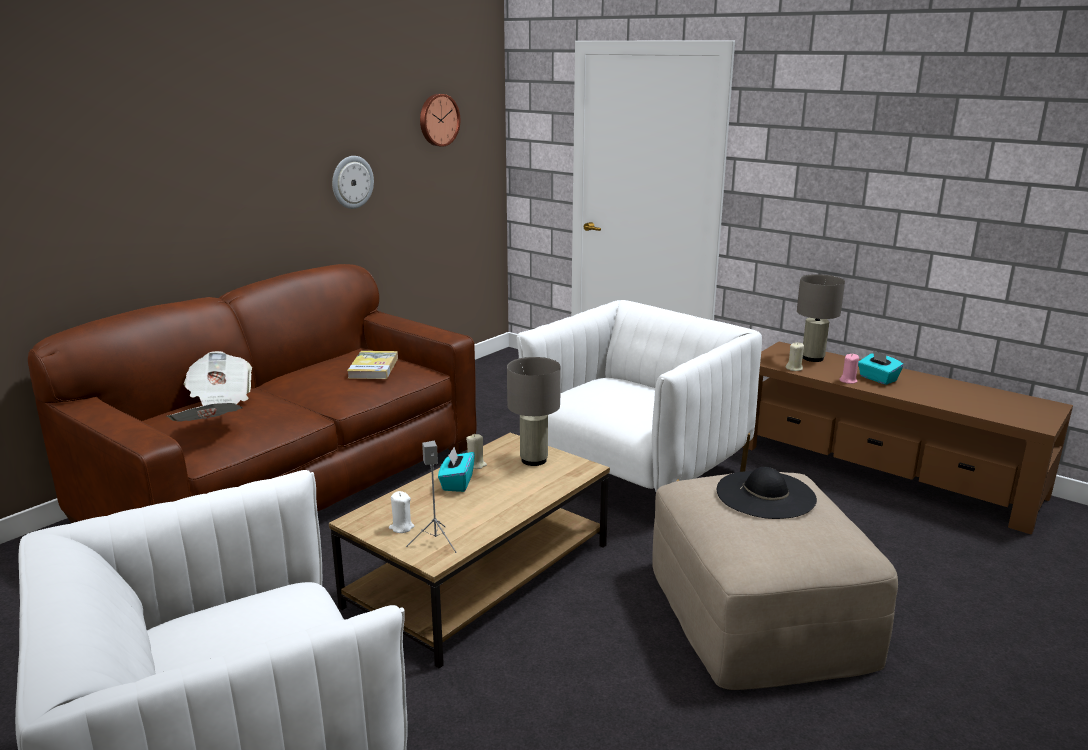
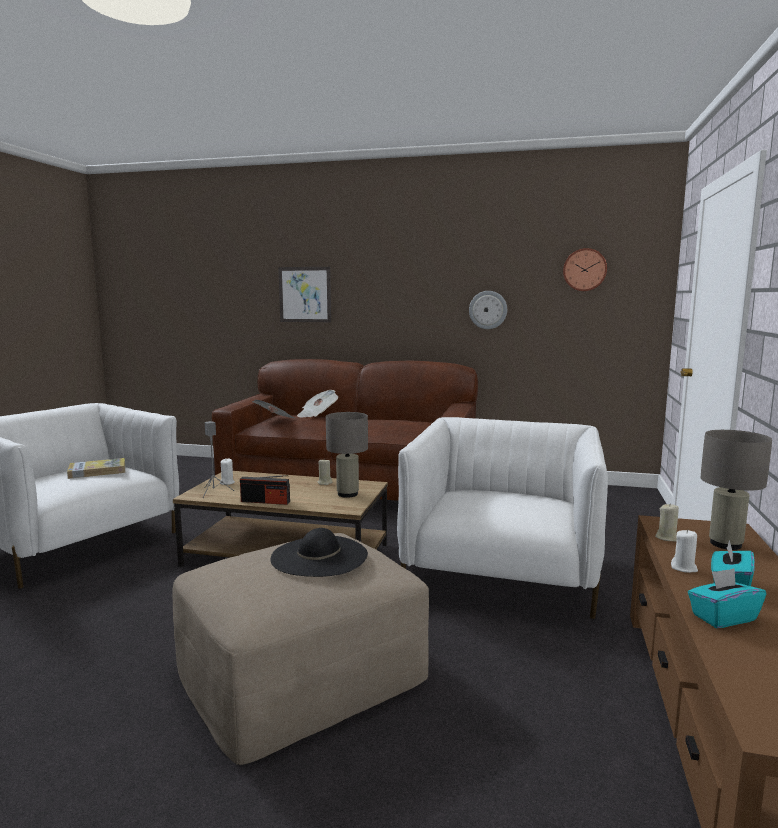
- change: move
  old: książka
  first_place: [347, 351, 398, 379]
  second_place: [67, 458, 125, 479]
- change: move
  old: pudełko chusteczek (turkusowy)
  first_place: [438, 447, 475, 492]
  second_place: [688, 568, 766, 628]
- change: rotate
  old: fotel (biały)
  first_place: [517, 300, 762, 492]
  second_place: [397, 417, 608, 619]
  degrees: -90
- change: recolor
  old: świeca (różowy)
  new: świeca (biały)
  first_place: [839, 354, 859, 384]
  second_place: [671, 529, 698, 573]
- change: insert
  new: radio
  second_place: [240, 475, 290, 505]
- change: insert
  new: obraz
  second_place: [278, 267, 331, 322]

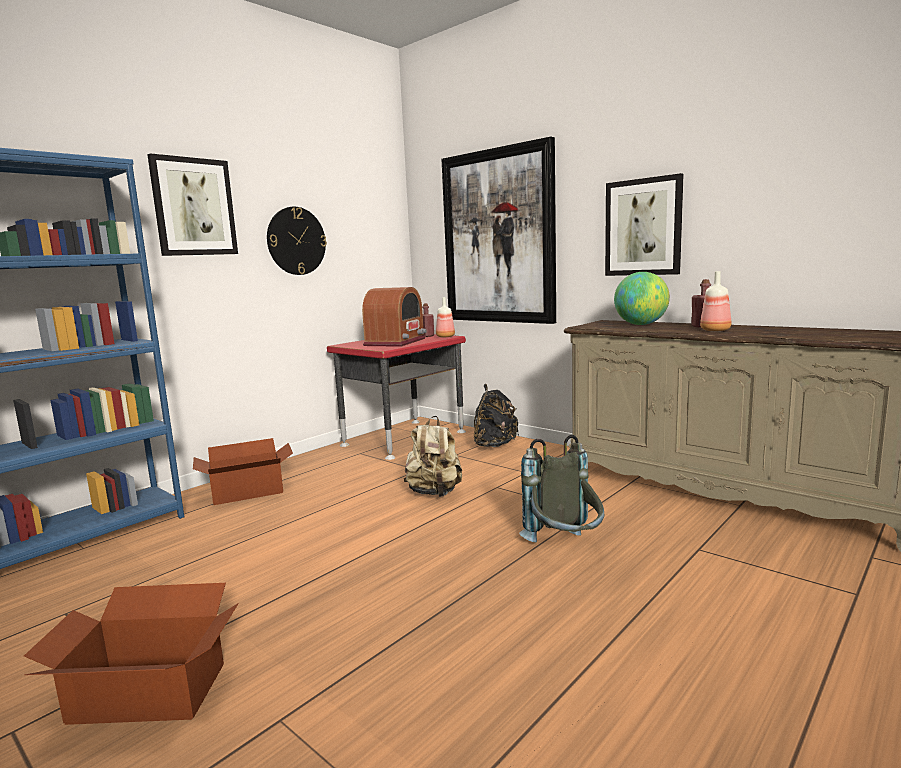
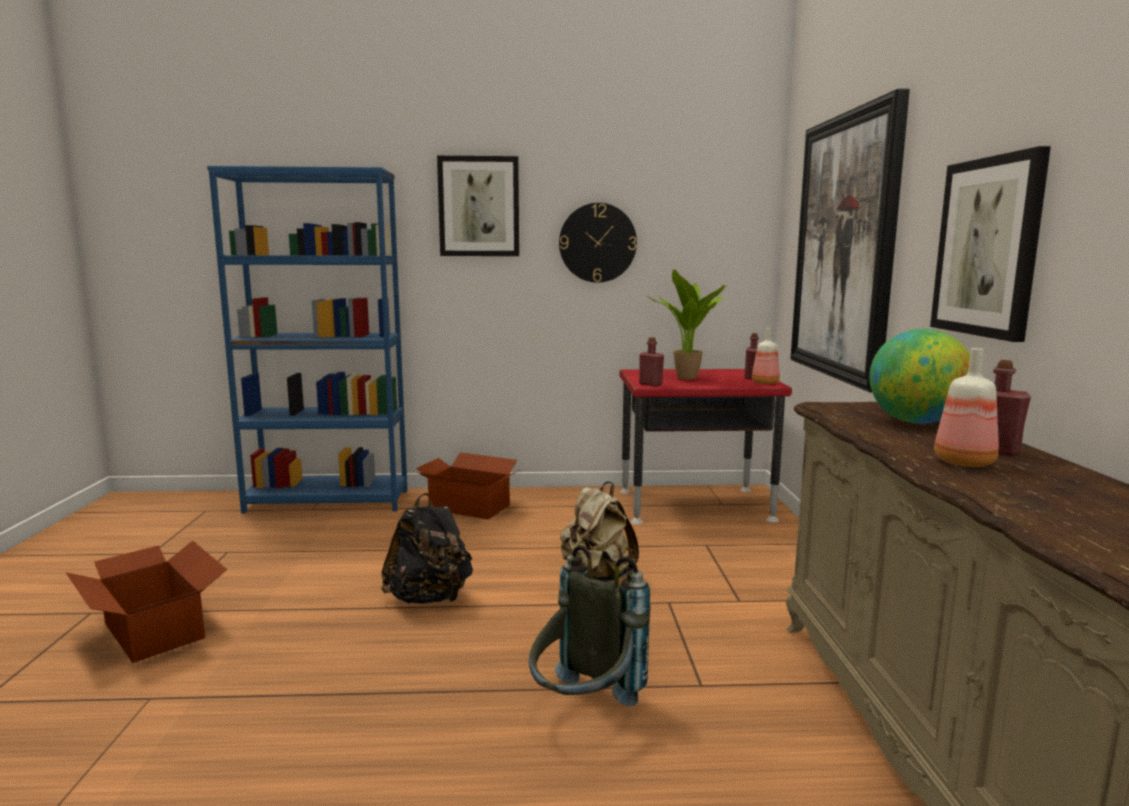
- change: replace
  old: radio
  new: roślina doniczkowa
  first_place: [362, 287, 427, 347]
  second_place: [647, 269, 728, 380]
- change: move
  old: plecak (czarny)
  first_place: [474, 384, 519, 447]
  second_place: [381, 493, 473, 604]
- change: insert
  new: butelka (czerwony)
  second_place: [639, 337, 664, 387]

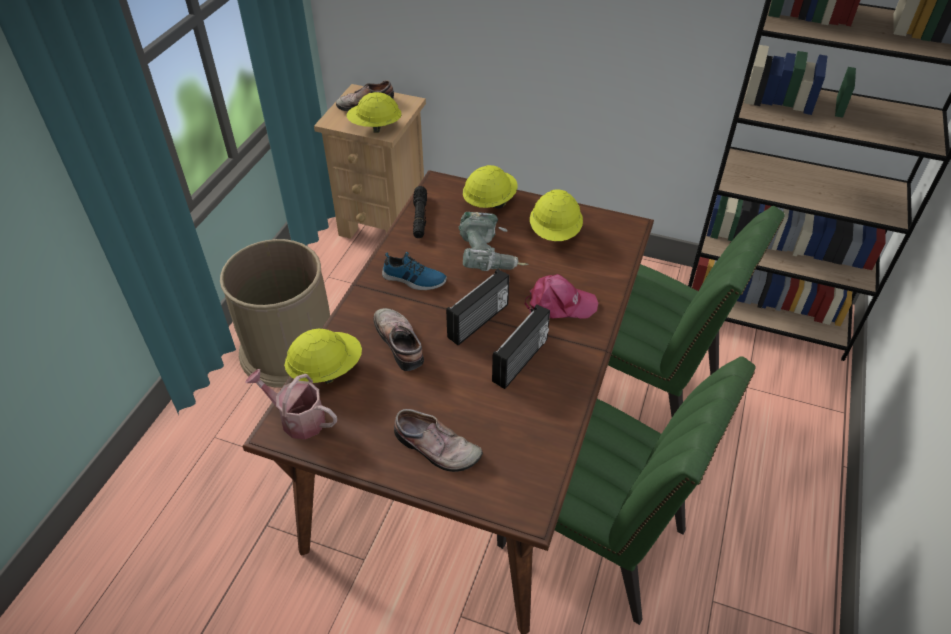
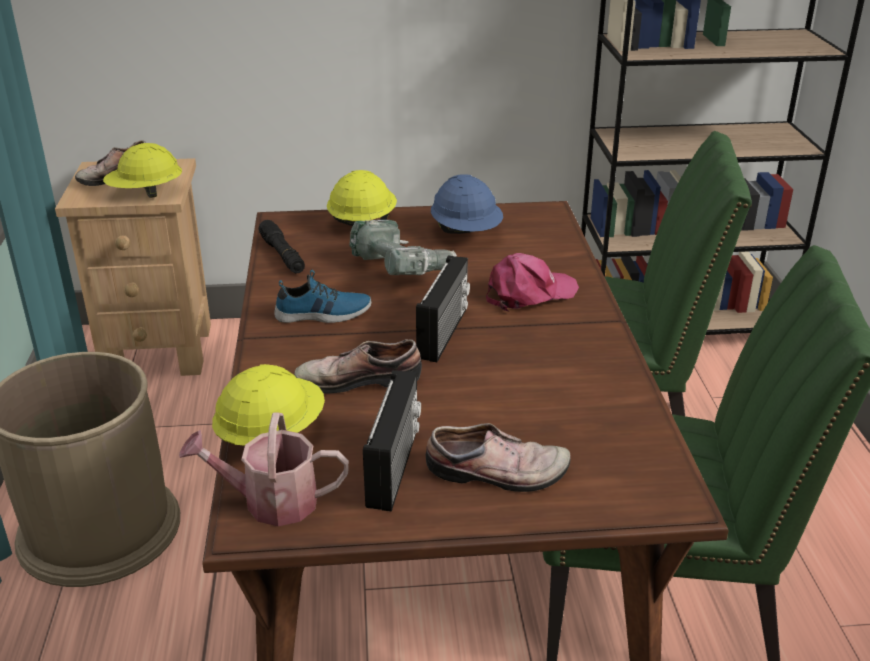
- change: rotate
  old: but
  first_place: [374, 308, 424, 371]
  second_place: [294, 339, 422, 394]
  degrees: -45
- change: move
  old: radio
  first_place: [492, 305, 550, 389]
  second_place: [363, 370, 421, 512]
- change: recolor
  old: kask (żółty)
  new: kask (niebieski)
  first_place: [530, 190, 583, 241]
  second_place: [431, 174, 503, 234]

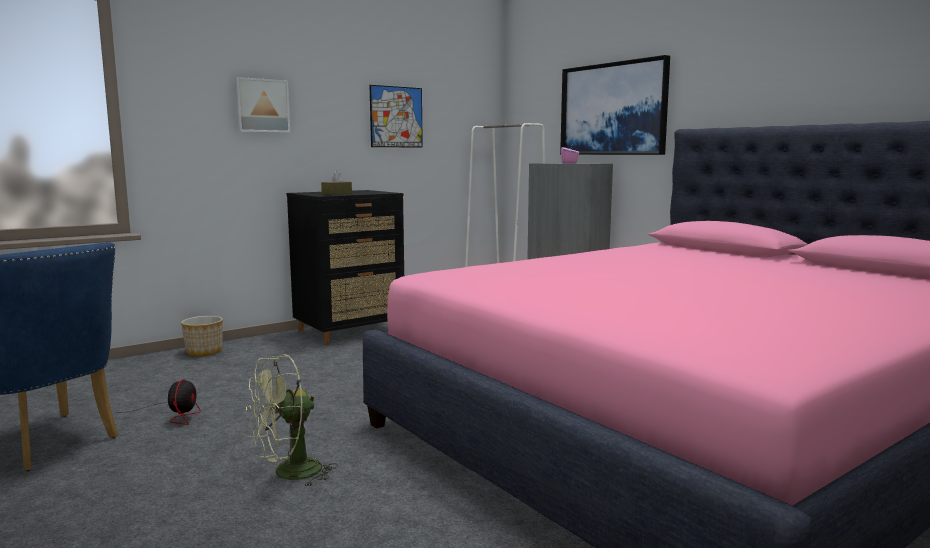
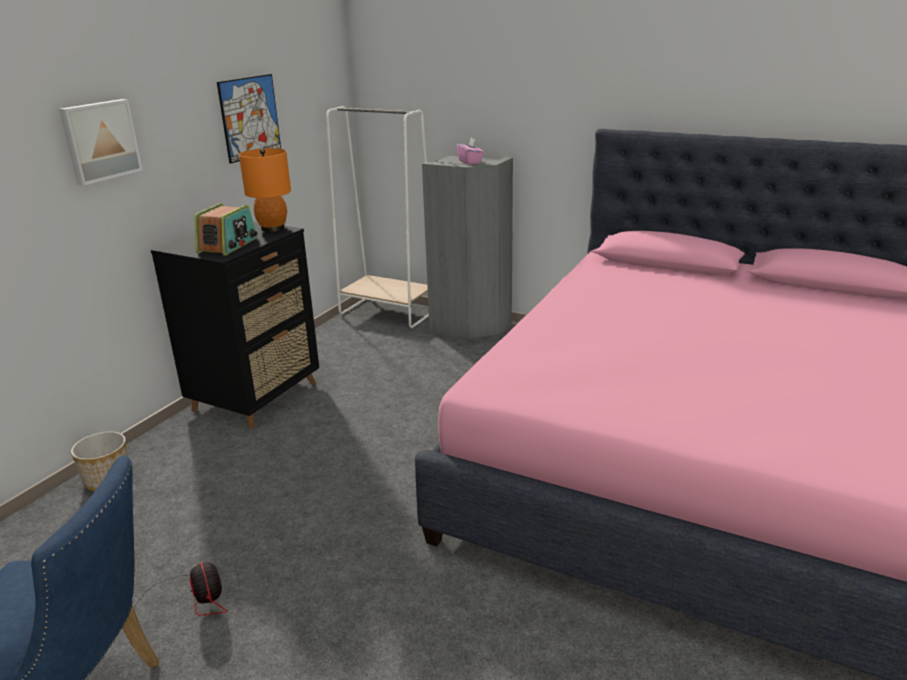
- change: delete
  old: wentylator (zielony)
  first_place: [246, 354, 338, 488]
- change: replace
  old: pudełko chusteczek (brązowy)
  new: radio
  first_place: [321, 171, 352, 195]
  second_place: [195, 203, 257, 256]
- change: delete
  old: obraz
  first_place: [560, 55, 670, 155]
- change: insert
  new: lampa stołowa (pomarańczowy)
  second_place: [239, 148, 291, 232]

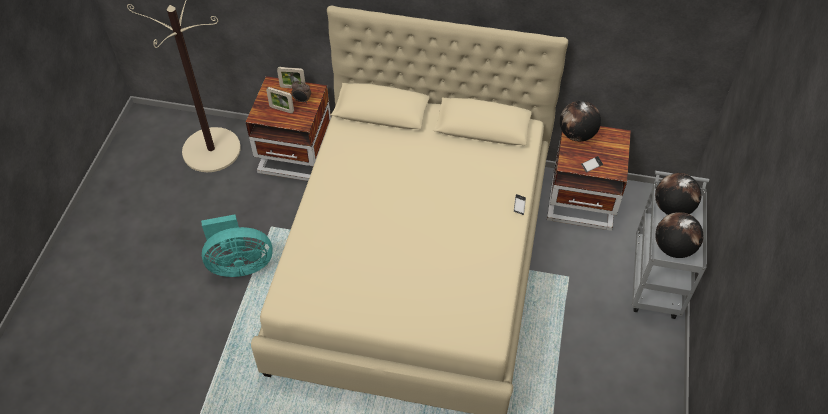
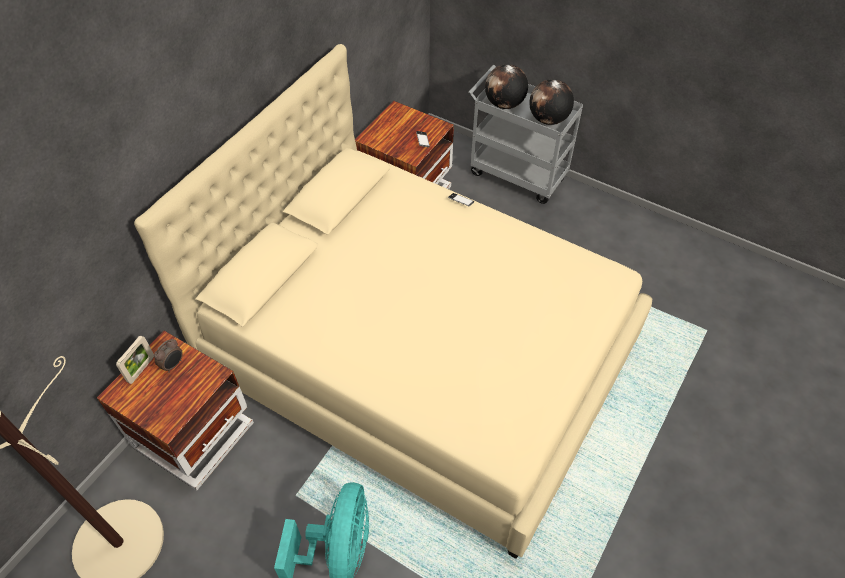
- change: delete
  old: ramka na zdjęcie
  first_place: [266, 87, 294, 114]
- change: delete
  old: globus
  first_place: [560, 101, 601, 142]

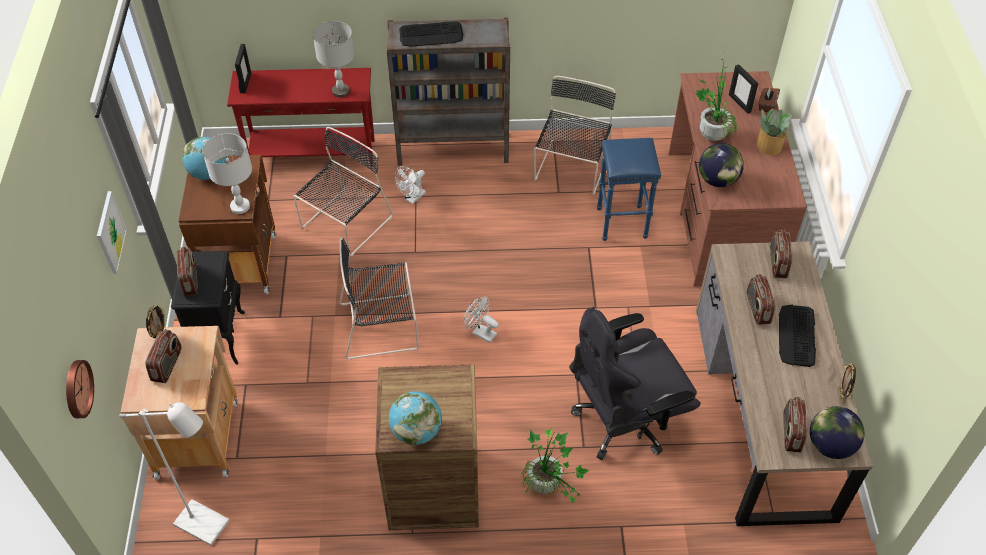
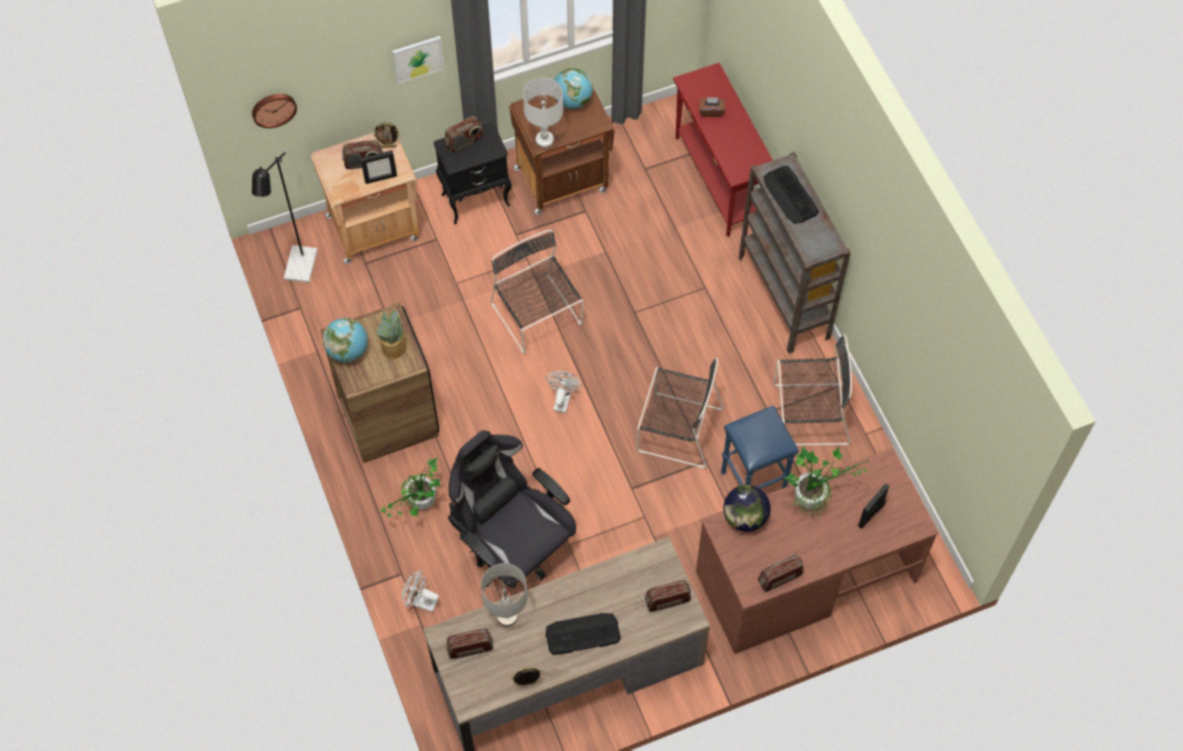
- change: recolor
  old: lampa stojąca (biały)
  new: lampa stojąca (czarny)
  first_place: [119, 402, 230, 546]
  second_place: [252, 149, 317, 283]
- change: move
  old: ramka na zdjęcie
  first_place: [235, 44, 251, 93]
  second_place: [360, 150, 397, 184]
- change: move
  old: krzesło (czarny)
  first_place: [293, 127, 393, 256]
  second_place: [637, 358, 724, 469]
- change: move
  old: lampa stołowa (szary)
  first_place: [313, 21, 355, 97]
  second_place: [481, 563, 528, 626]
- change: move
  old: wentylator (biały)
  first_place: [395, 166, 426, 204]
  second_place: [402, 570, 439, 612]
- change: move
  old: radio
  first_place: [747, 274, 775, 325]
  second_place: [758, 554, 804, 592]
- change: move
  old: roślina doniczkowa
  first_place: [756, 108, 792, 155]
  second_place: [376, 310, 406, 359]
- change: move
  old: pudełko chusteczek (brązowy)
  first_place: [758, 87, 780, 112]
  second_place: [699, 97, 725, 117]
- change: delete
  old: globus
  first_place: [810, 406, 864, 459]

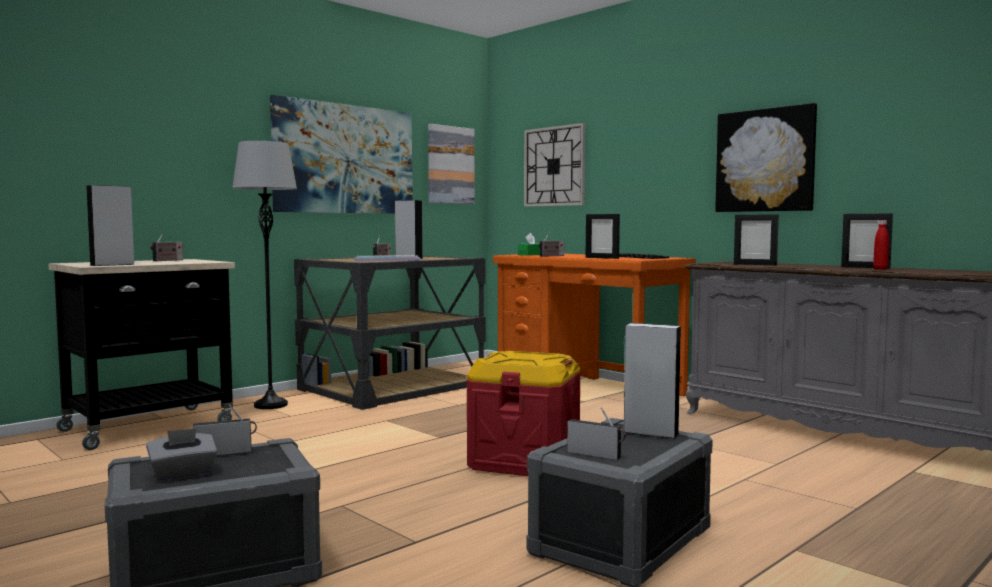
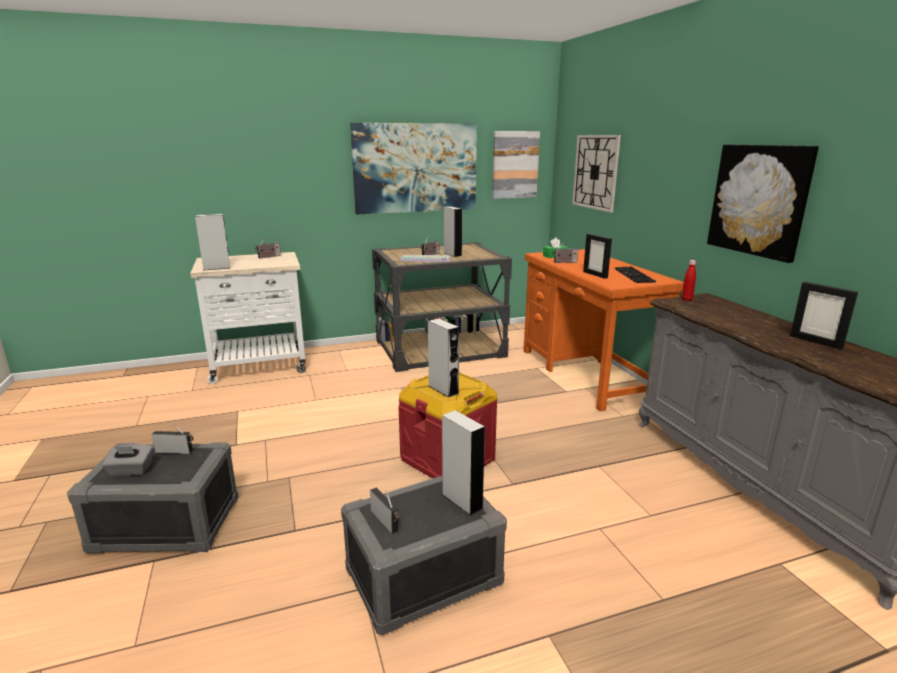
- change: recolor
  old: wózek (czarny)
  new: wózek (biały)
  first_place: [48, 259, 235, 450]
  second_place: [190, 252, 306, 384]
- change: delete
  old: lampa stojąca (szary)
  first_place: [232, 141, 297, 409]
- change: delete
  old: ramka na zdjęcie
  first_place: [734, 214, 779, 265]
- change: move
  old: butelka (czerwony)
  first_place: [873, 220, 889, 270]
  second_place: [682, 260, 696, 301]
- change: insert
  new: głośnik (szary)
  second_place: [428, 318, 459, 398]

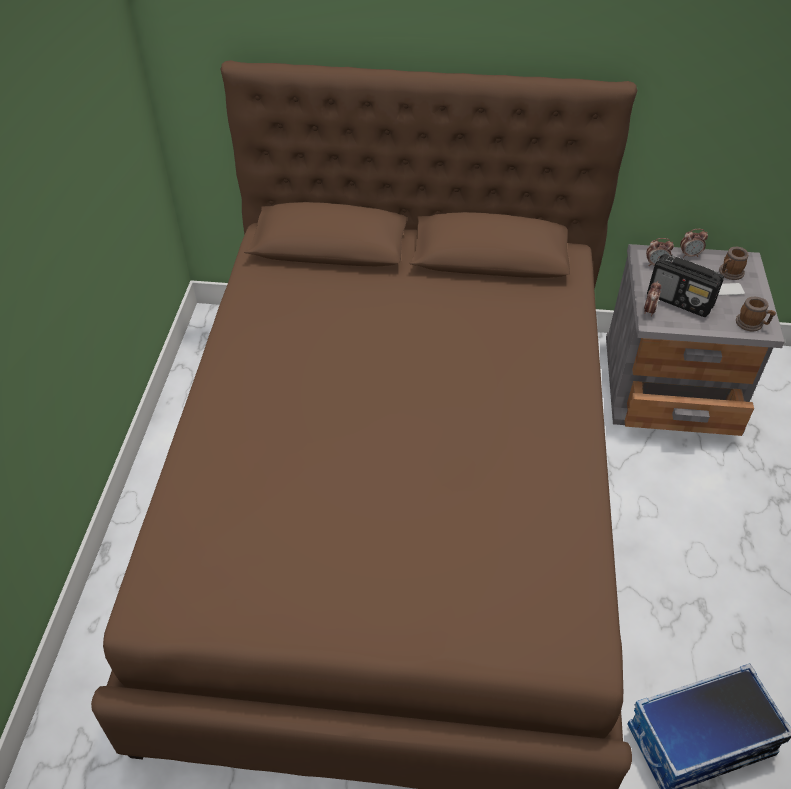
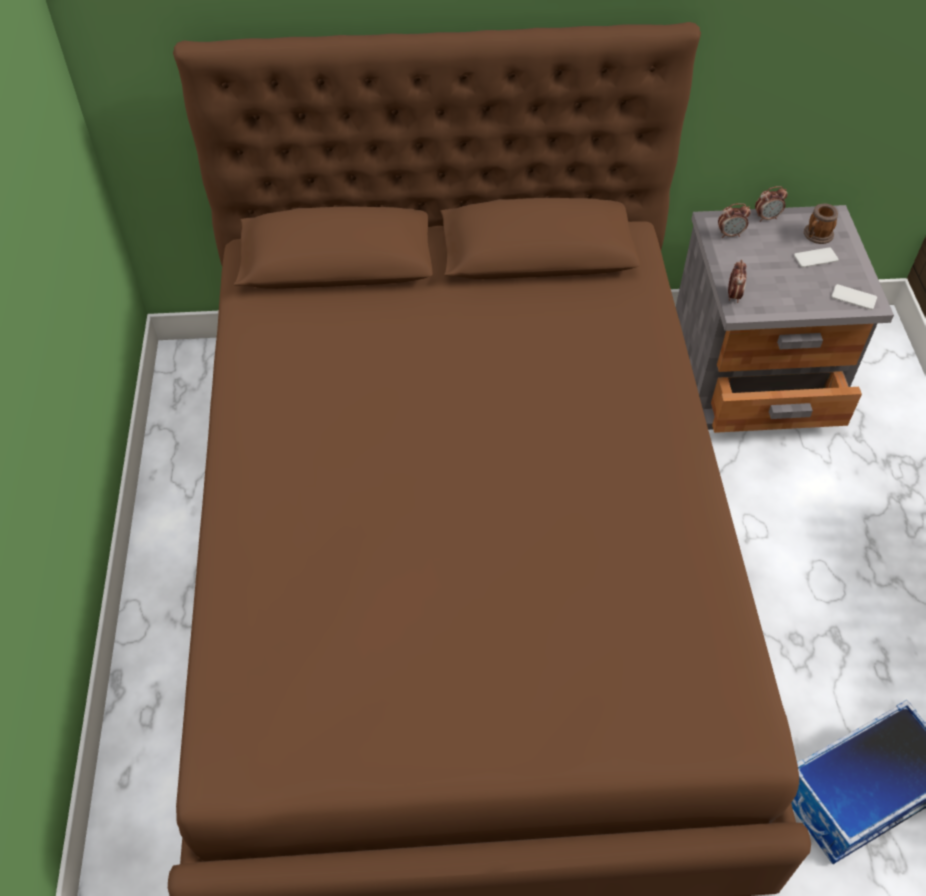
- change: delete
  old: radio
  first_place: [647, 254, 724, 317]
- change: replace
  old: kubek
  new: telefon
  first_place: [736, 297, 776, 332]
  second_place: [831, 284, 877, 310]

